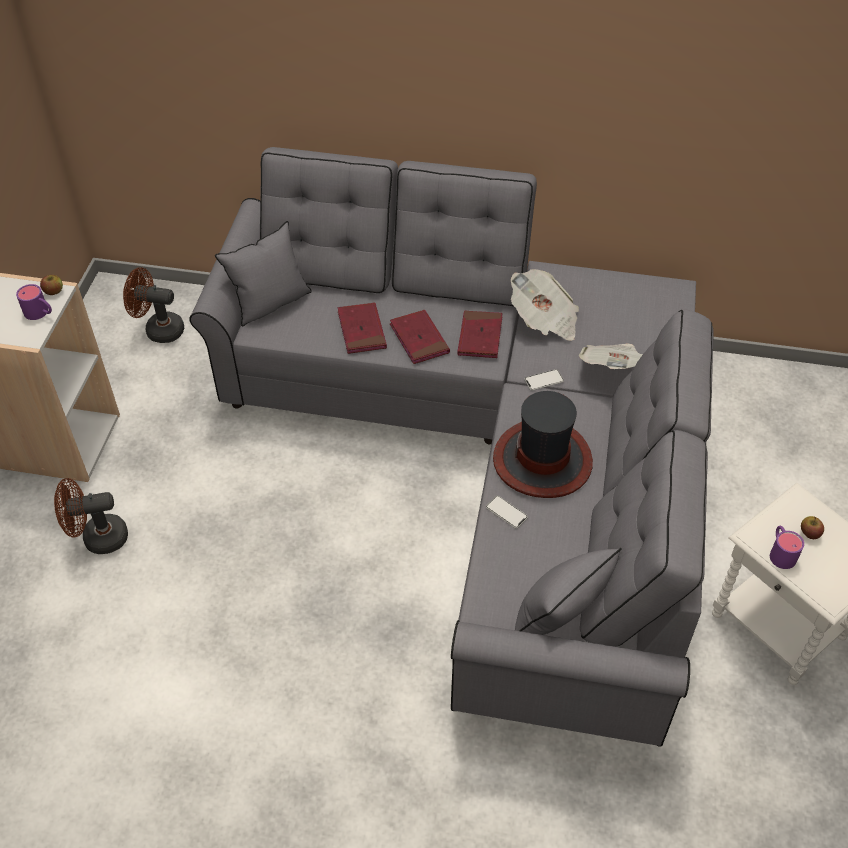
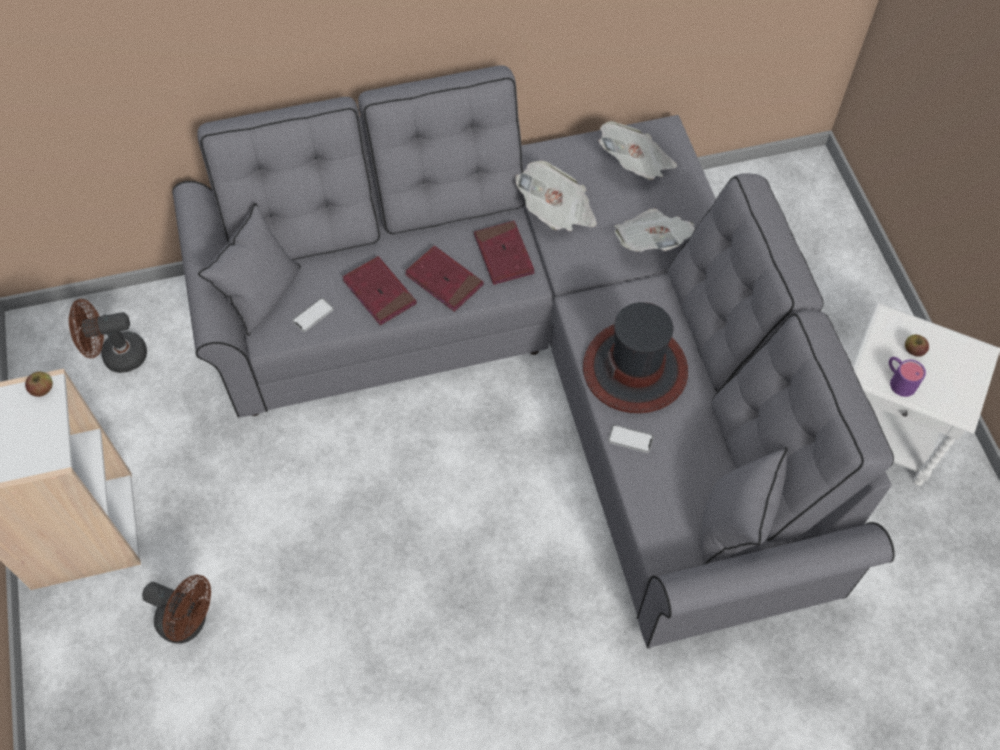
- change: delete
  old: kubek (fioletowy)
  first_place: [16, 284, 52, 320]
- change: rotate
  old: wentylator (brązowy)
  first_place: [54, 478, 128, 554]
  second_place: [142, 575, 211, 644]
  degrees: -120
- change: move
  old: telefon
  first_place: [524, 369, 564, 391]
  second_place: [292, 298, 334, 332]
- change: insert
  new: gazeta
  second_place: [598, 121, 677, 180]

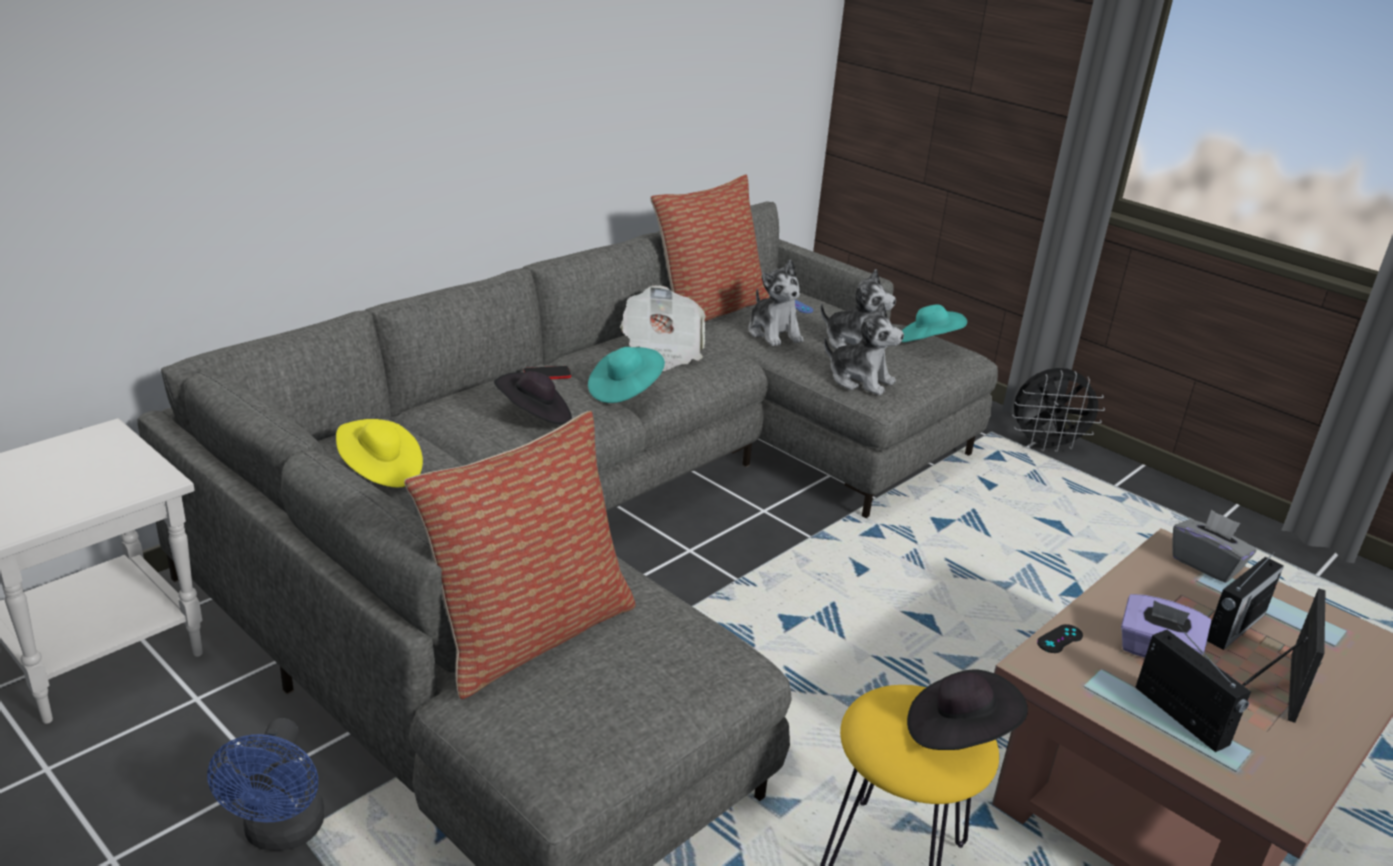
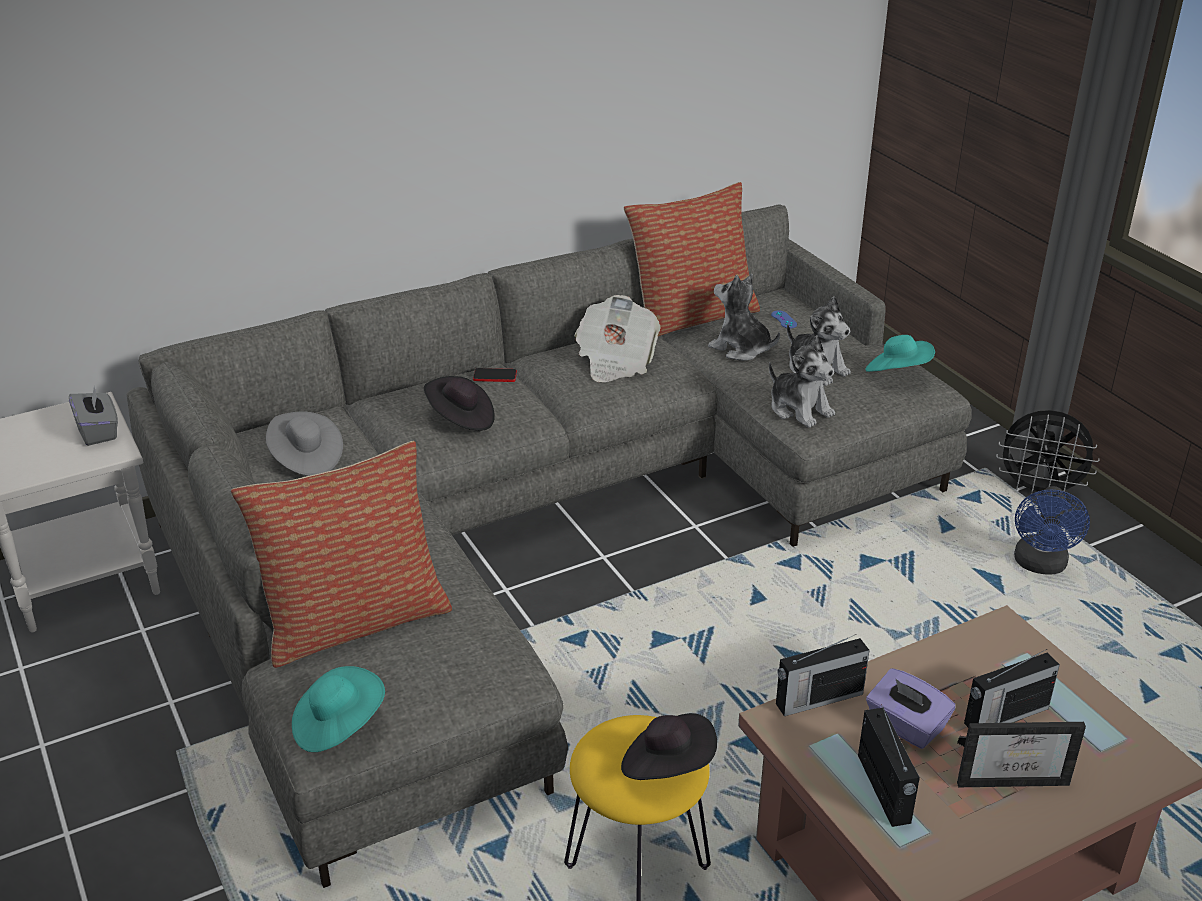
- change: move
  old: wentylator (niebieski)
  first_place: [207, 718, 325, 851]
  second_place: [1014, 486, 1090, 575]
- change: recolor
  old: kapelusz (żółty)
  new: kapelusz (szary)
  first_place: [336, 419, 423, 487]
  second_place: [266, 411, 343, 476]
- change: move
  old: kapelusz (turkusowy)
  first_place: [588, 347, 665, 403]
  second_place: [292, 666, 385, 752]
- change: rotate
  old: pluszak
  first_place: [748, 260, 803, 346]
  second_place: [708, 274, 780, 361]
  degrees: 135
- change: replace
  old: pad do gier (czarny)
  new: radio
  first_place: [1037, 624, 1083, 653]
  second_place: [776, 634, 870, 716]
- change: move
  old: pudełko chusteczek (szary)
  first_place: [1172, 509, 1257, 583]
  second_place: [69, 384, 118, 446]
- change: rotate
  old: ramka na zdjęcie
  first_place: [1242, 588, 1326, 723]
  second_place: [957, 722, 1086, 787]
  degrees: 45

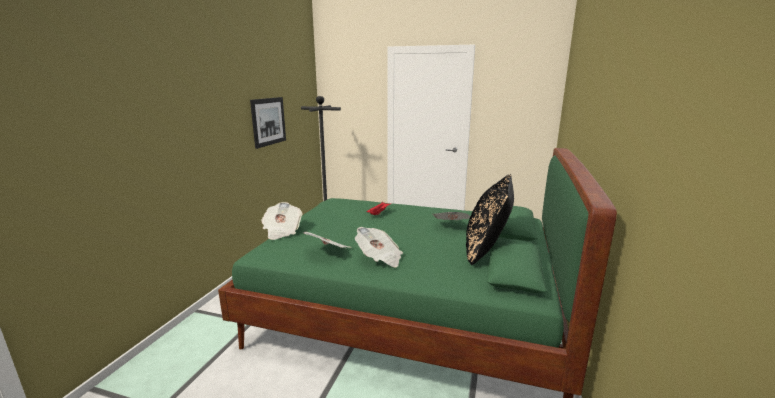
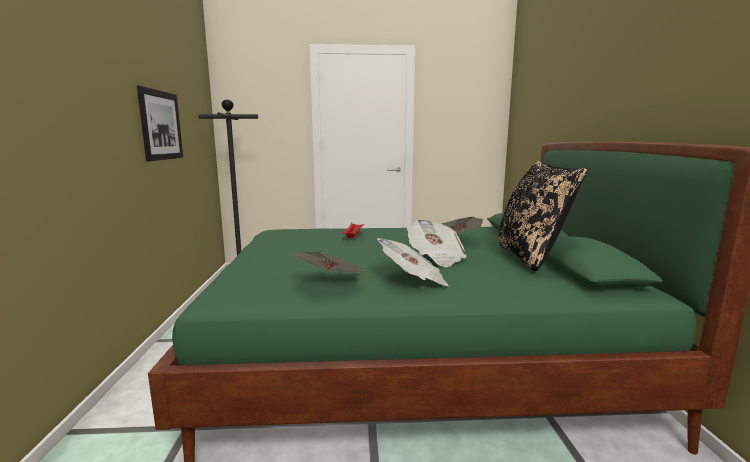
- change: move
  old: gazeta
  first_place: [261, 202, 302, 240]
  second_place: [407, 219, 467, 267]

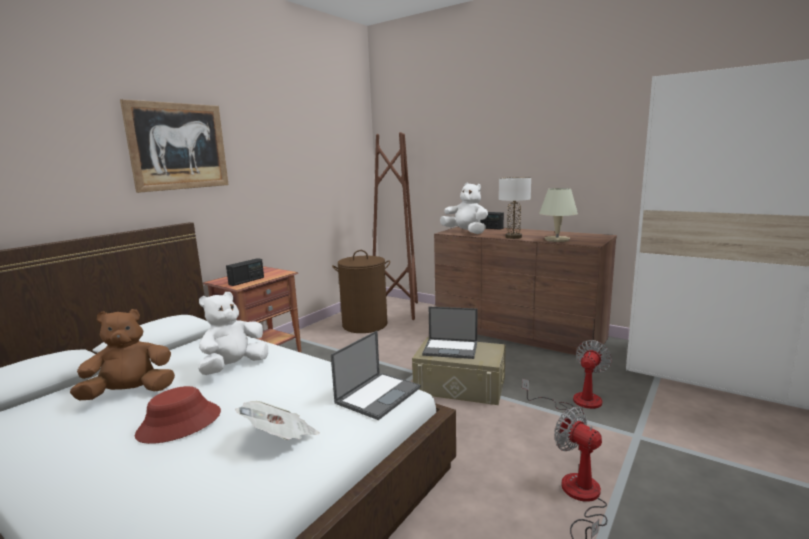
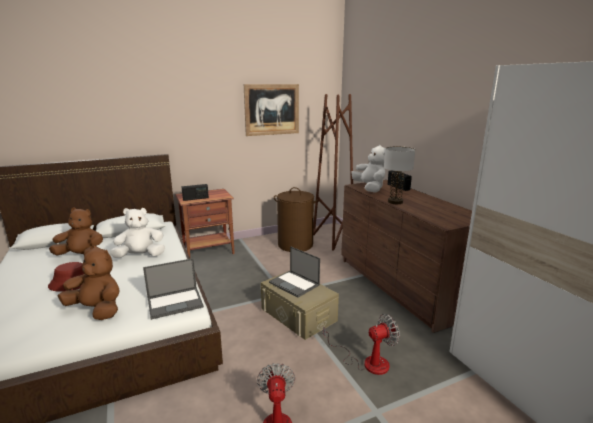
- change: move
  old: obraz
  first_place: [120, 99, 229, 193]
  second_place: [244, 84, 299, 136]
- change: replace
  old: gazeta
  new: pluszak (brązowy)
  first_place: [235, 401, 320, 440]
  second_place: [58, 245, 120, 320]
- change: delete
  old: lampa stołowa (beżowy)
  first_place: [539, 188, 578, 242]

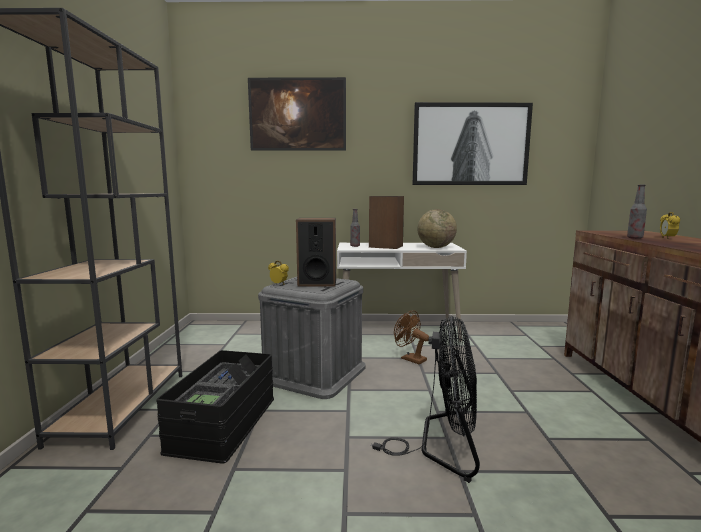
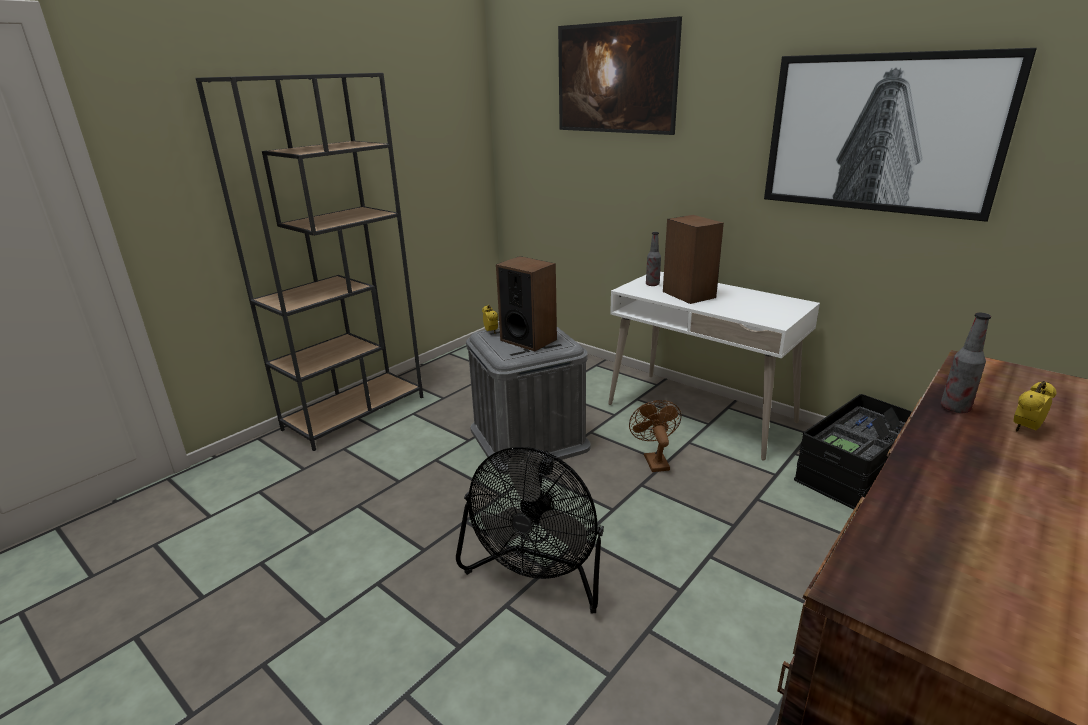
- change: move
  old: pojemnik do przechowywania (czarny)
  first_place: [156, 350, 274, 464]
  second_place: [794, 394, 912, 510]
- change: rotate
  old: wentylator (czarny)
  first_place: [372, 316, 480, 483]
  second_place: [456, 446, 604, 614]
  degrees: 60
- change: delete
  old: globus
  first_place: [418, 209, 457, 248]

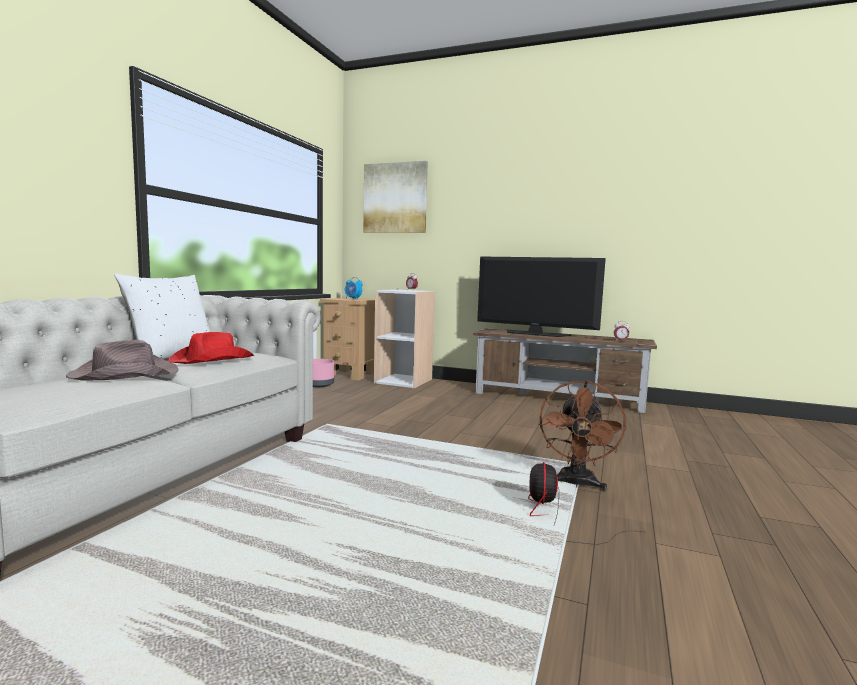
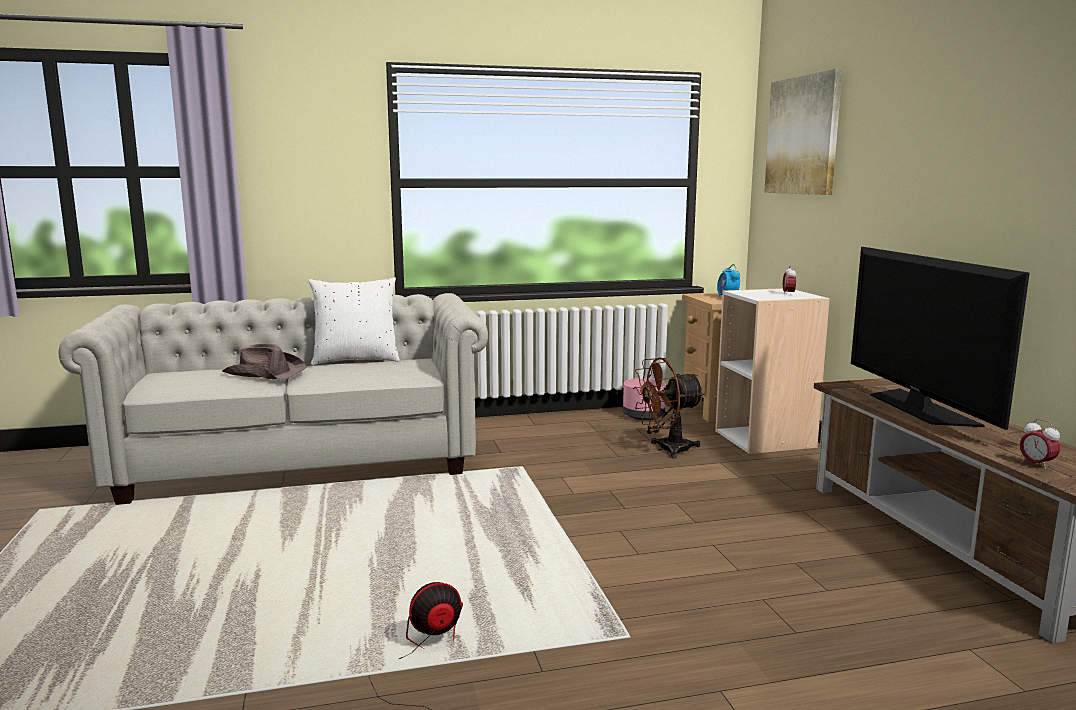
- change: delete
  old: kapelusz (czerwony)
  first_place: [168, 332, 254, 364]
- change: move
  old: wentylator (brązowy)
  first_place: [539, 380, 627, 491]
  second_place: [632, 357, 705, 459]

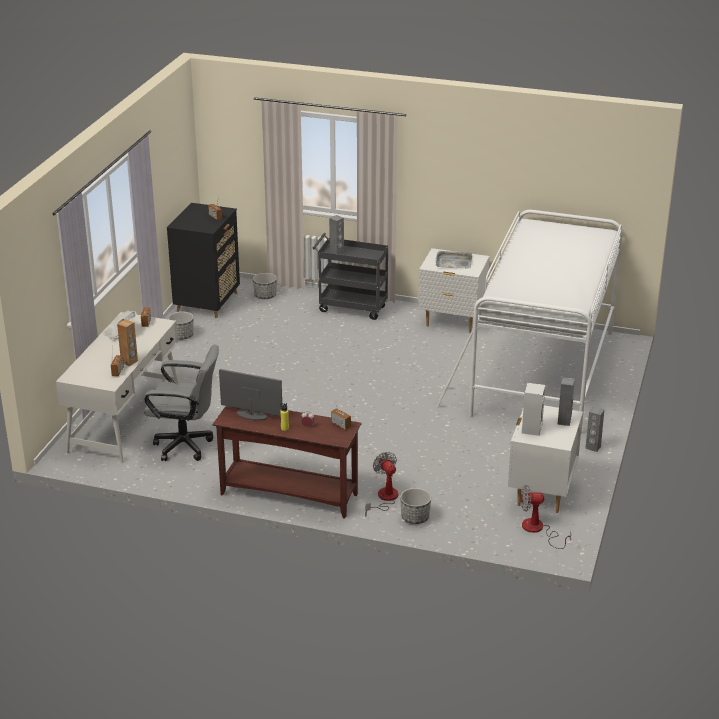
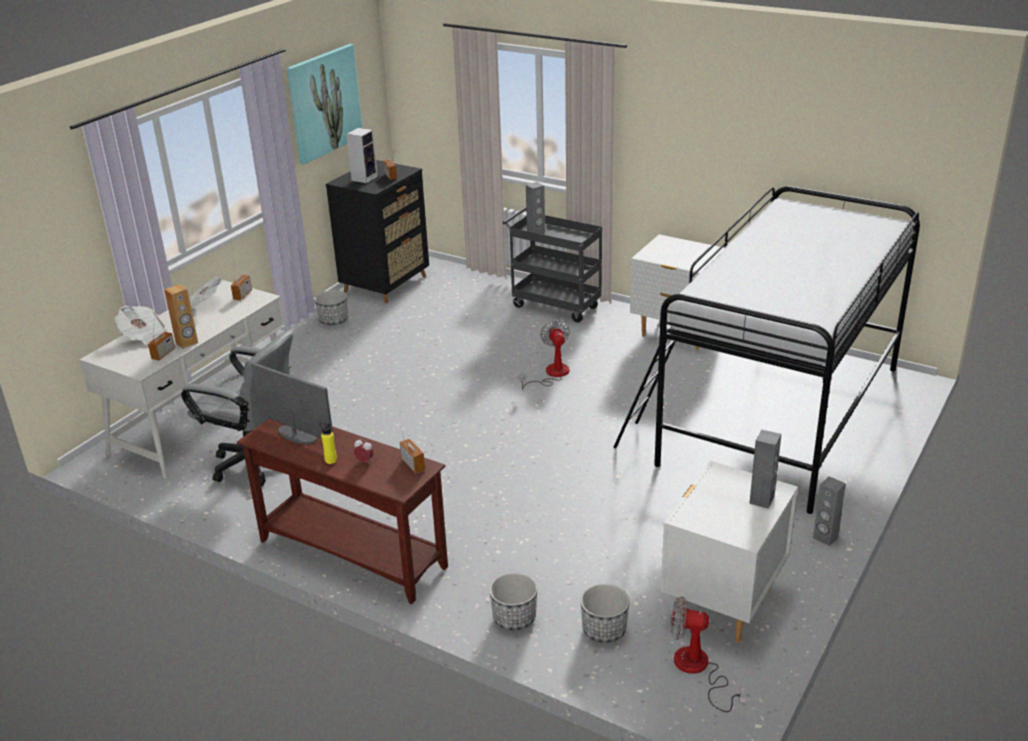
- change: move
  old: donica
  first_place: [253, 273, 277, 299]
  second_place: [580, 584, 629, 643]
- change: move
  old: wentylator
  first_place: [365, 452, 398, 517]
  second_place: [520, 320, 570, 390]
- change: delete
  old: taca (szary)
  first_place: [436, 251, 472, 268]
- change: recolor
  old: łóżko (biały)
  new: łóżko (czarny)
  first_place: [437, 210, 623, 432]
  second_place: [613, 186, 920, 514]
- change: move
  old: głośnik
  first_place: [522, 383, 545, 436]
  second_place: [346, 128, 378, 183]
- change: insert
  new: gazeta
  second_place: [114, 306, 167, 345]
- change: insert
  new: obraz
  second_place: [287, 44, 362, 164]

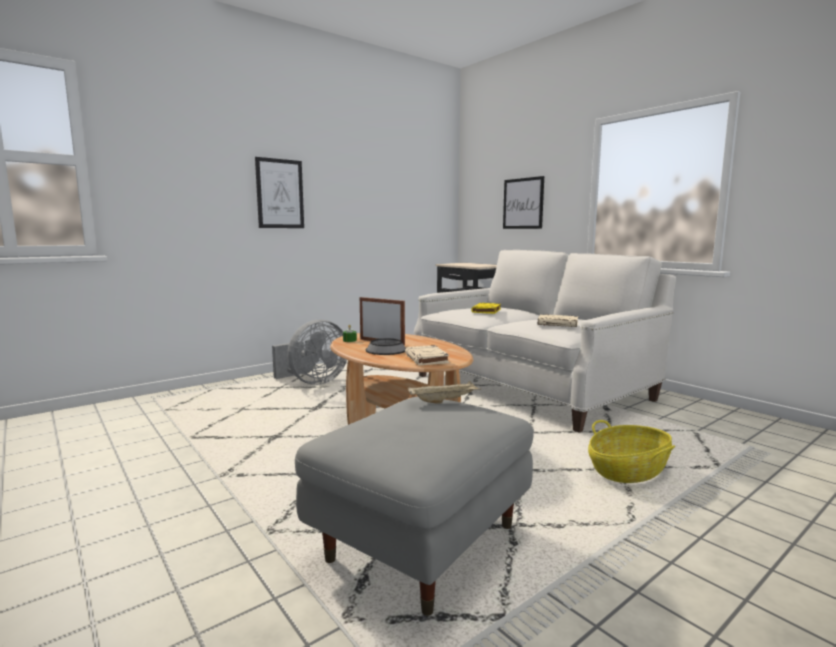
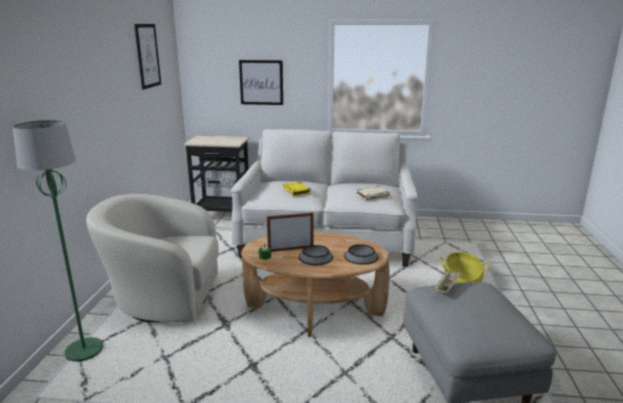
- change: move
  old: obraz
  first_place: [255, 157, 304, 228]
  second_place: [134, 24, 161, 90]
- change: replace
  old: wentylator (szary)
  new: fotel (beżowy)
  first_place: [272, 320, 347, 385]
  second_place: [86, 194, 219, 322]
- change: replace
  old: książka (beżowy)
  new: miska
  first_place: [405, 345, 449, 365]
  second_place: [344, 244, 379, 265]
- change: insert
  new: lampa stojąca (zielony)
  second_place: [12, 120, 103, 362]

